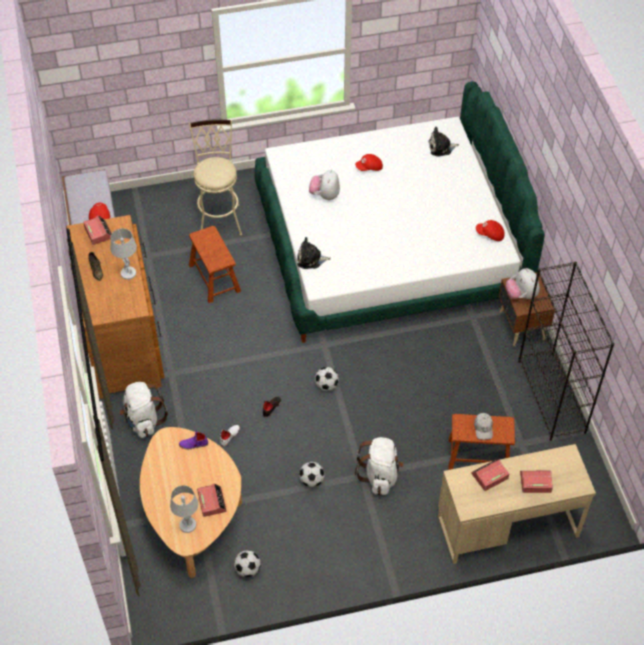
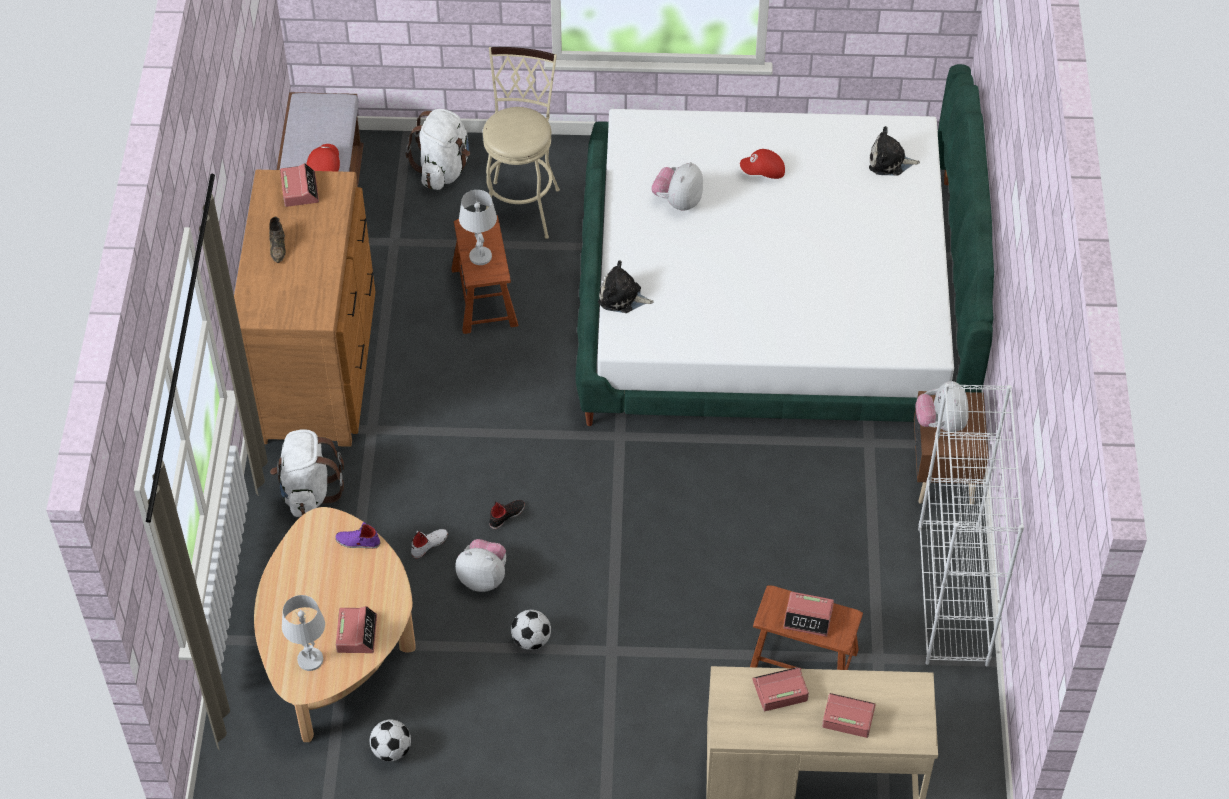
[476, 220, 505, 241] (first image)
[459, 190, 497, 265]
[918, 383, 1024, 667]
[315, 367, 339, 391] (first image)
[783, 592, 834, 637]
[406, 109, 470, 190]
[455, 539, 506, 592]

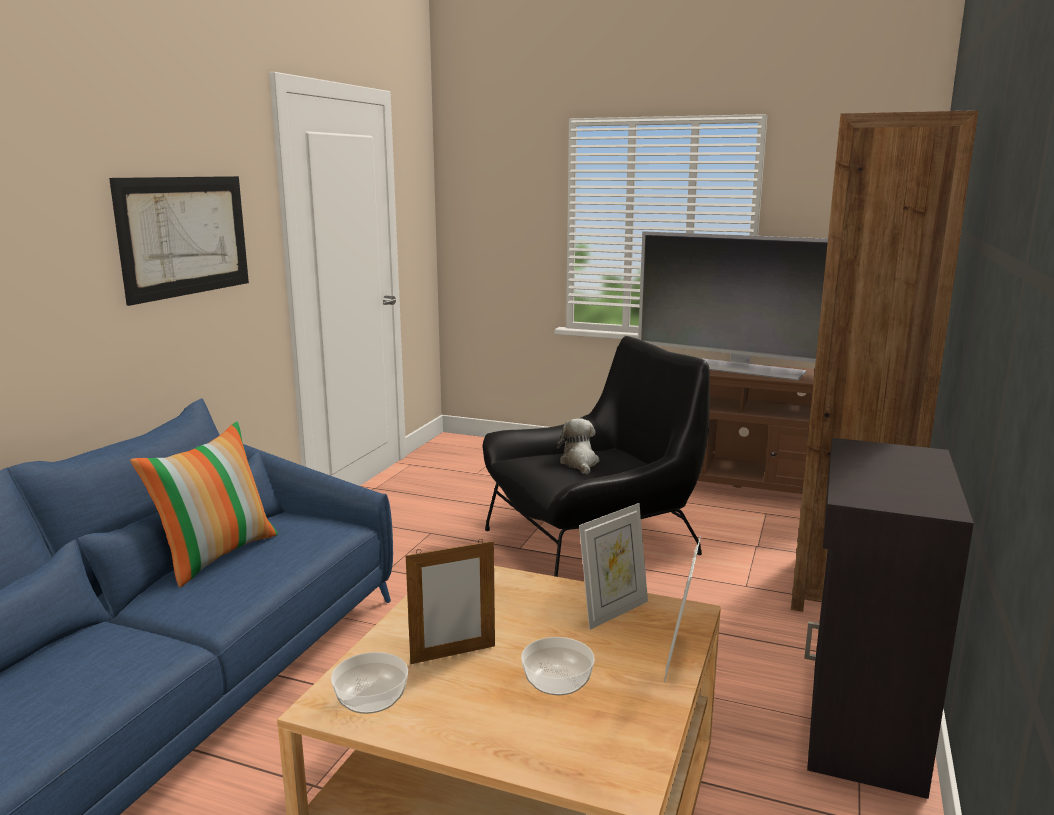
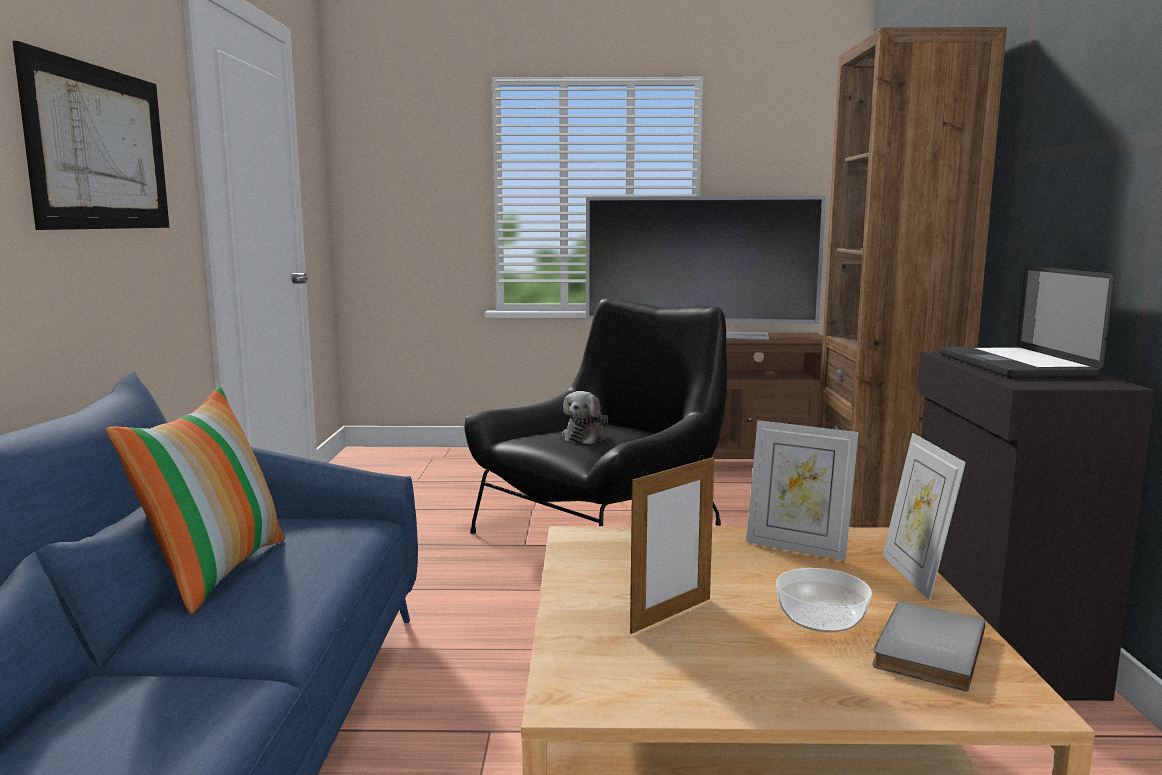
[562, 391, 608, 444]
[746, 420, 858, 561]
[331, 652, 408, 714] (first image)
[940, 266, 1114, 378]
[873, 602, 985, 692]

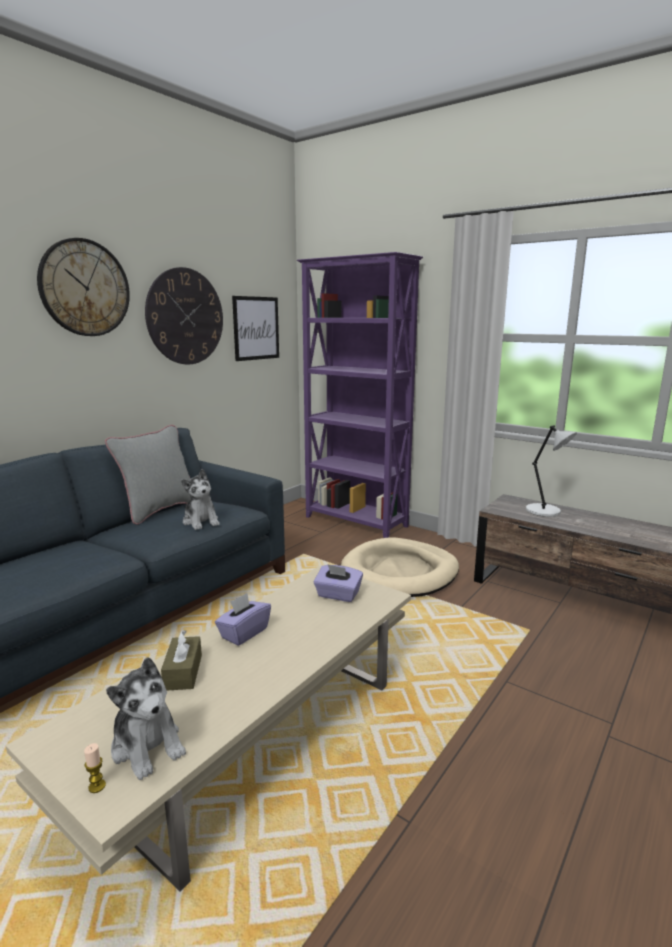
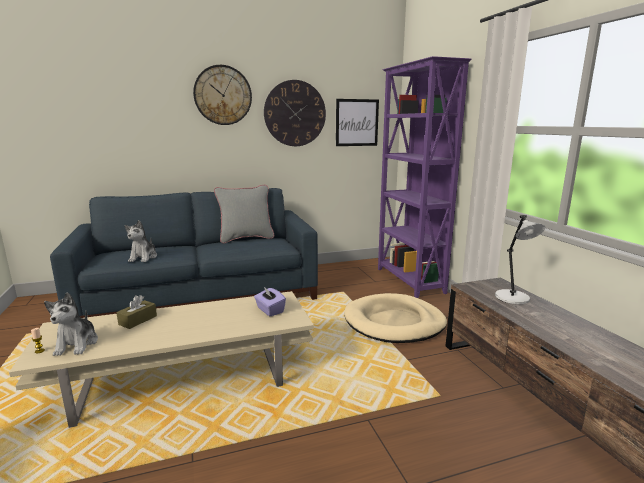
[125, 220, 157, 262]
[215, 593, 271, 646] (first image)

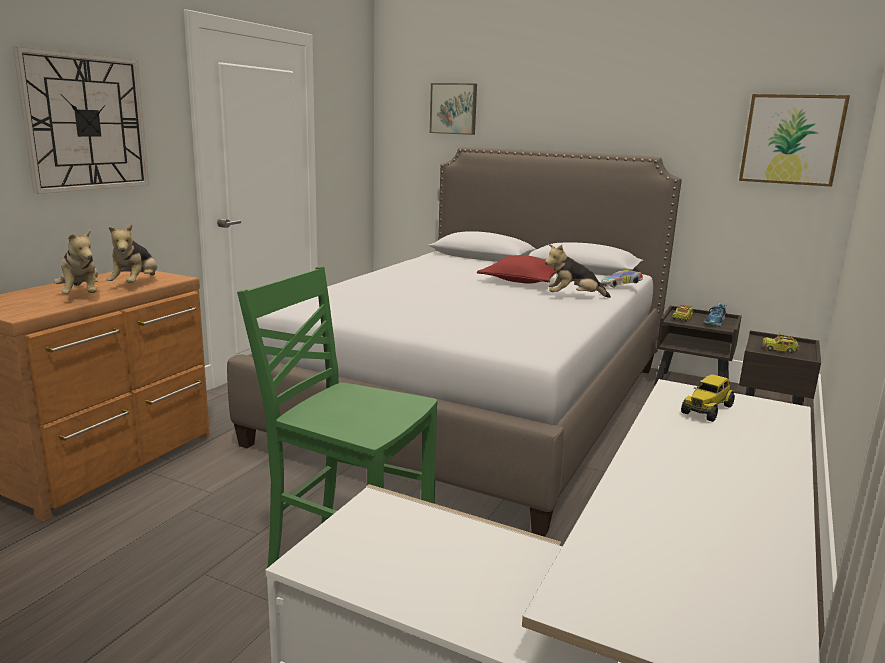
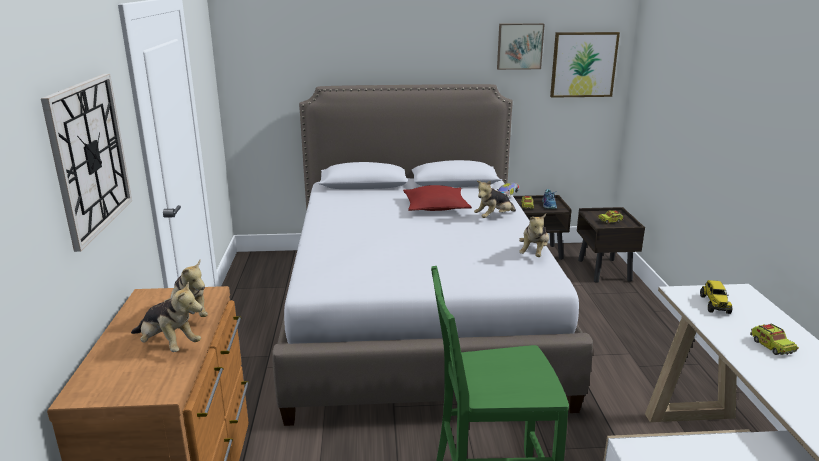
[497, 23, 545, 70]
[519, 214, 549, 257]
[750, 324, 799, 355]

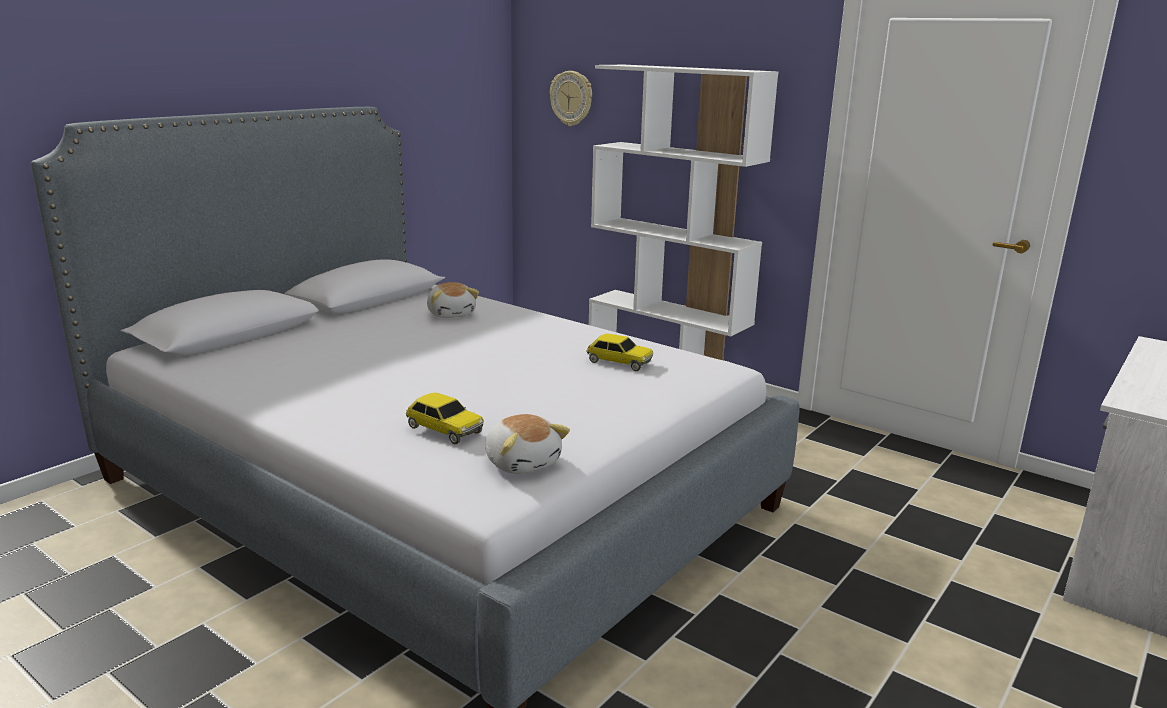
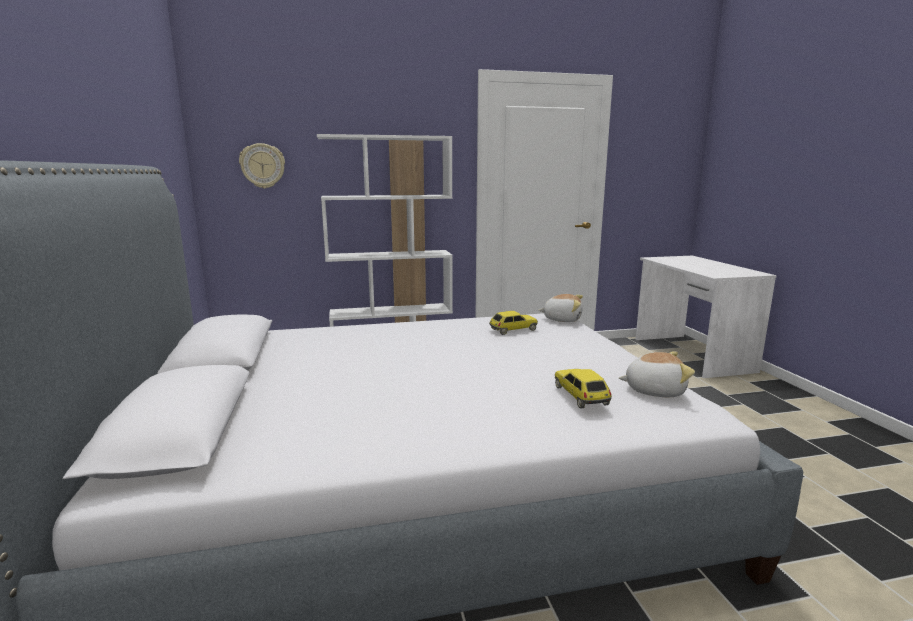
[539, 294, 583, 322]
[555, 369, 612, 409]

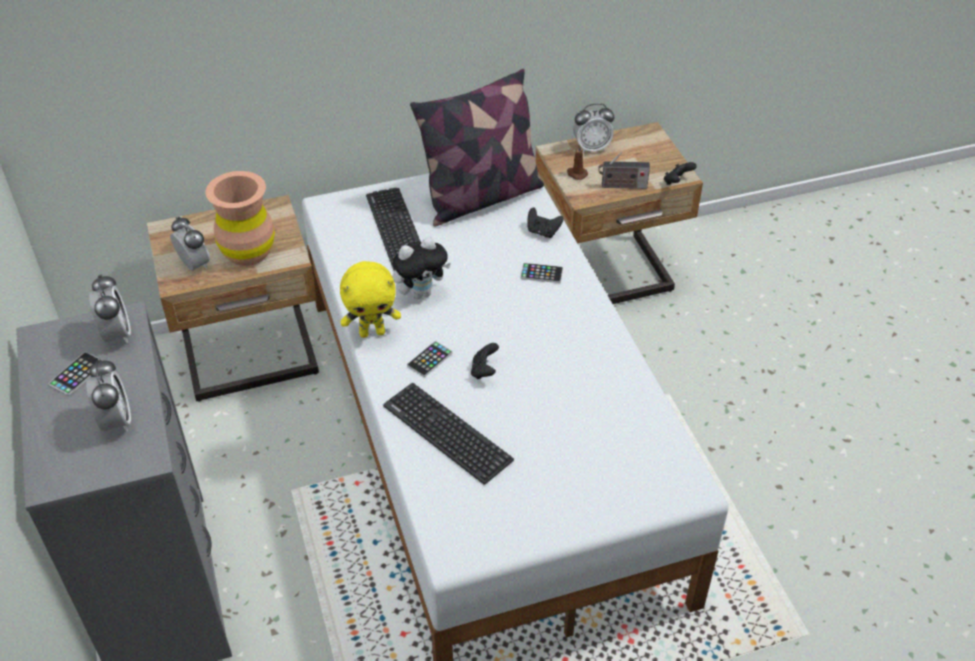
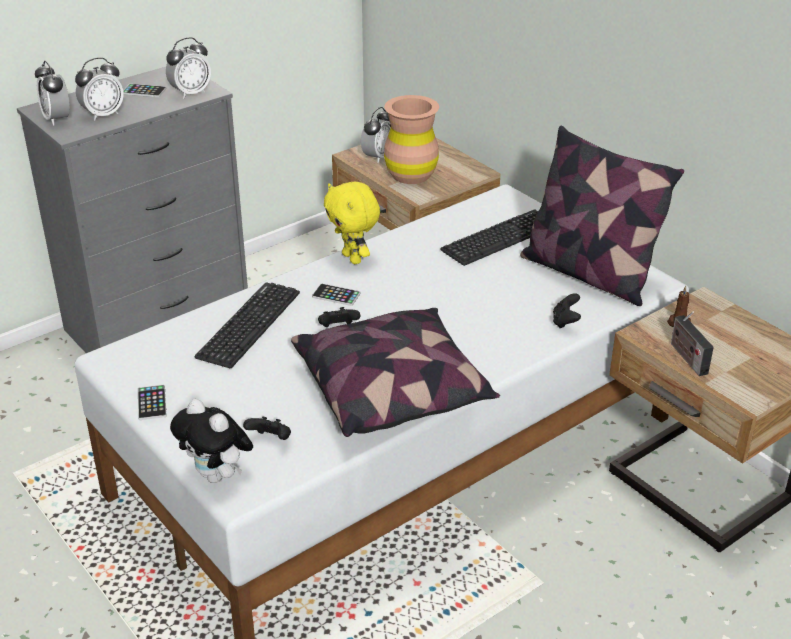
[35, 61, 70, 126]
[243, 417, 291, 440]
[170, 399, 253, 483]
[138, 385, 167, 420]
[291, 308, 500, 437]

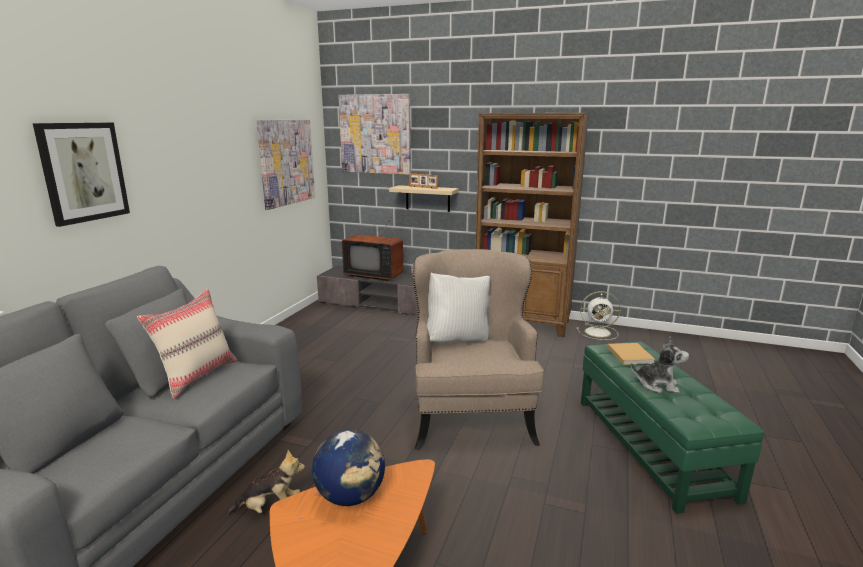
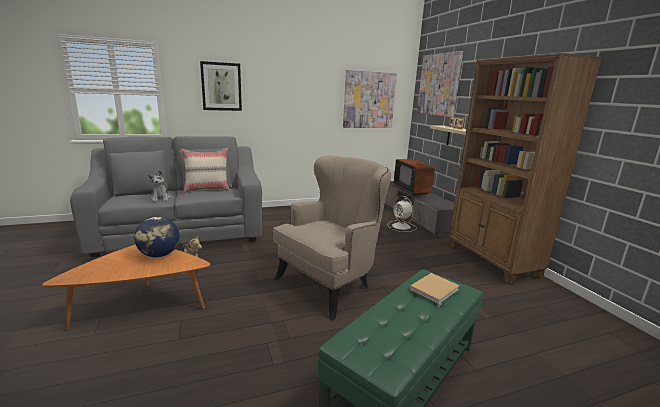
[426, 273, 490, 343] (first image)
[388, 196, 417, 232]
[147, 170, 171, 202]

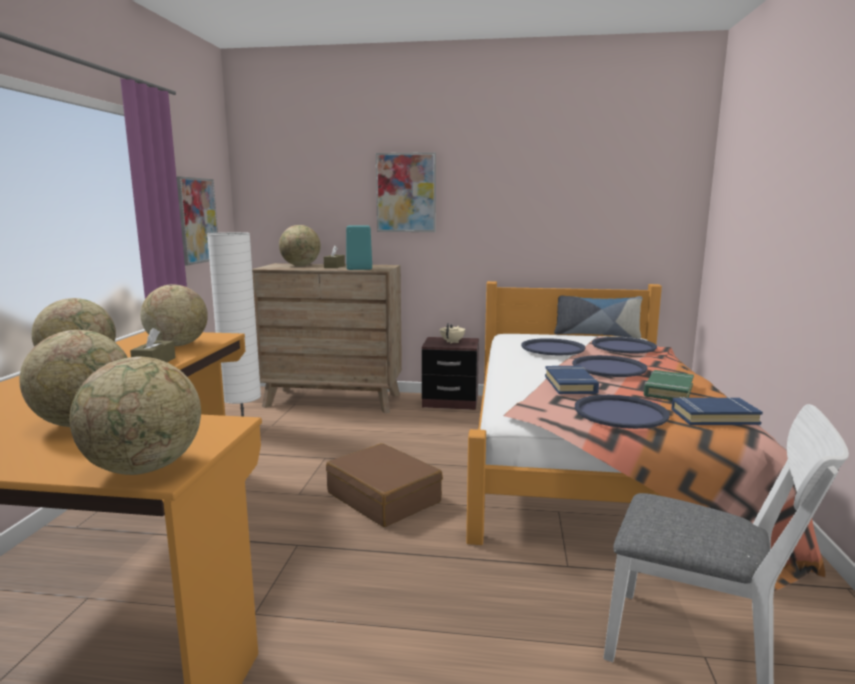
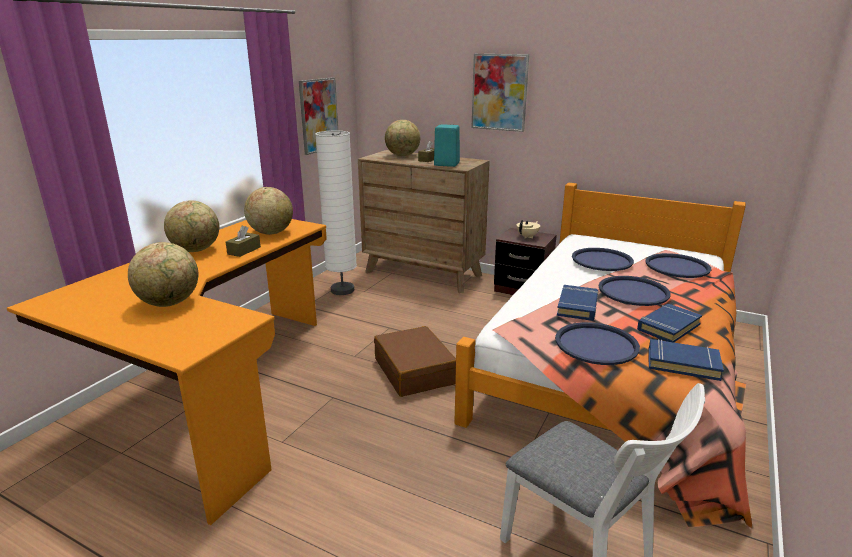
[554, 295, 643, 339] (first image)
[69, 357, 201, 475] (first image)
[637, 304, 702, 342]

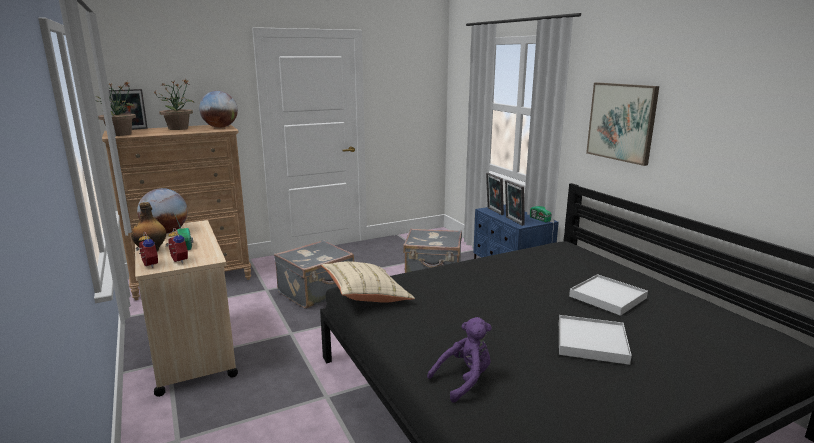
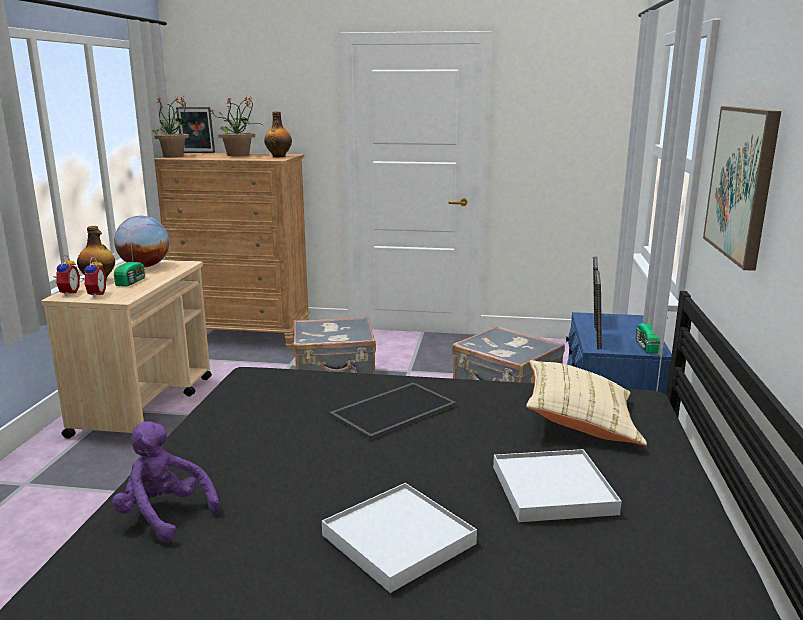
[264, 111, 292, 157]
[526, 360, 647, 446]
[112, 421, 220, 543]
[329, 382, 456, 440]

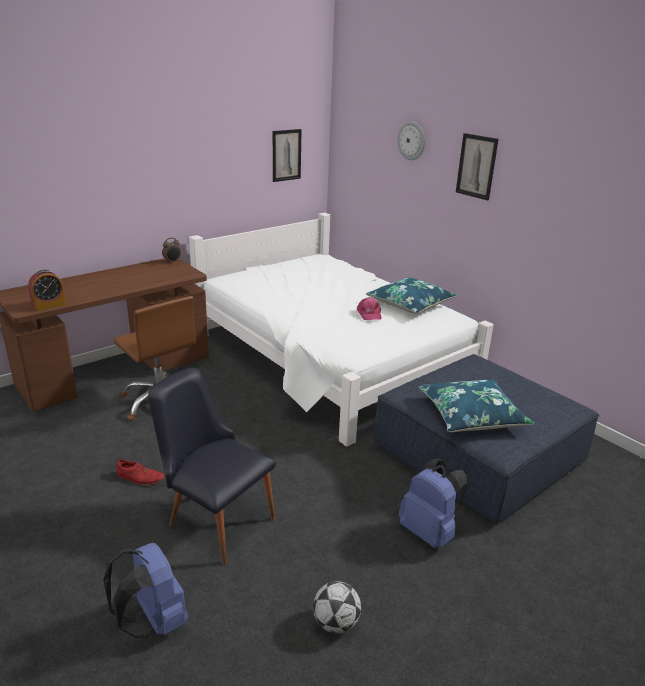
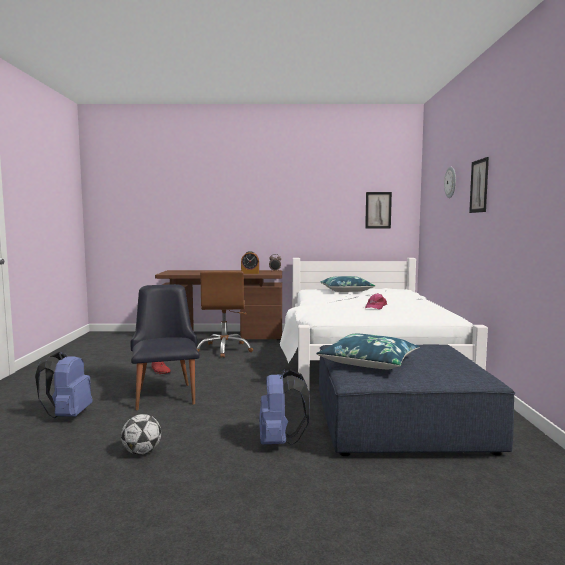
[241, 251, 259, 274]
[320, 276, 375, 292]

